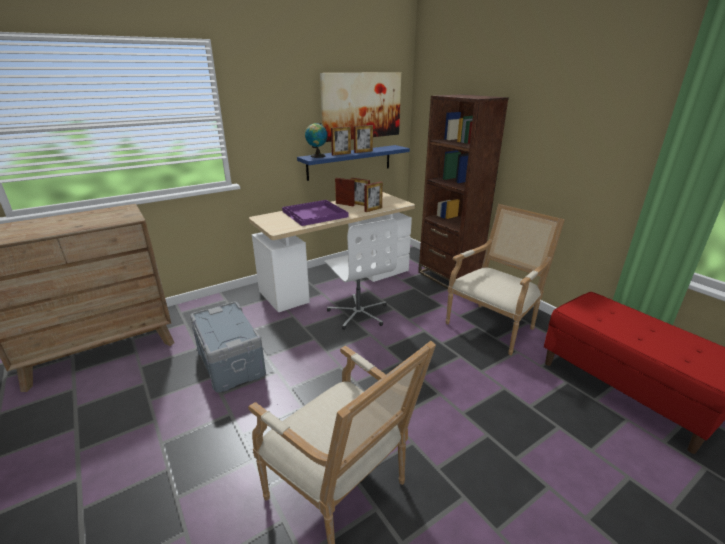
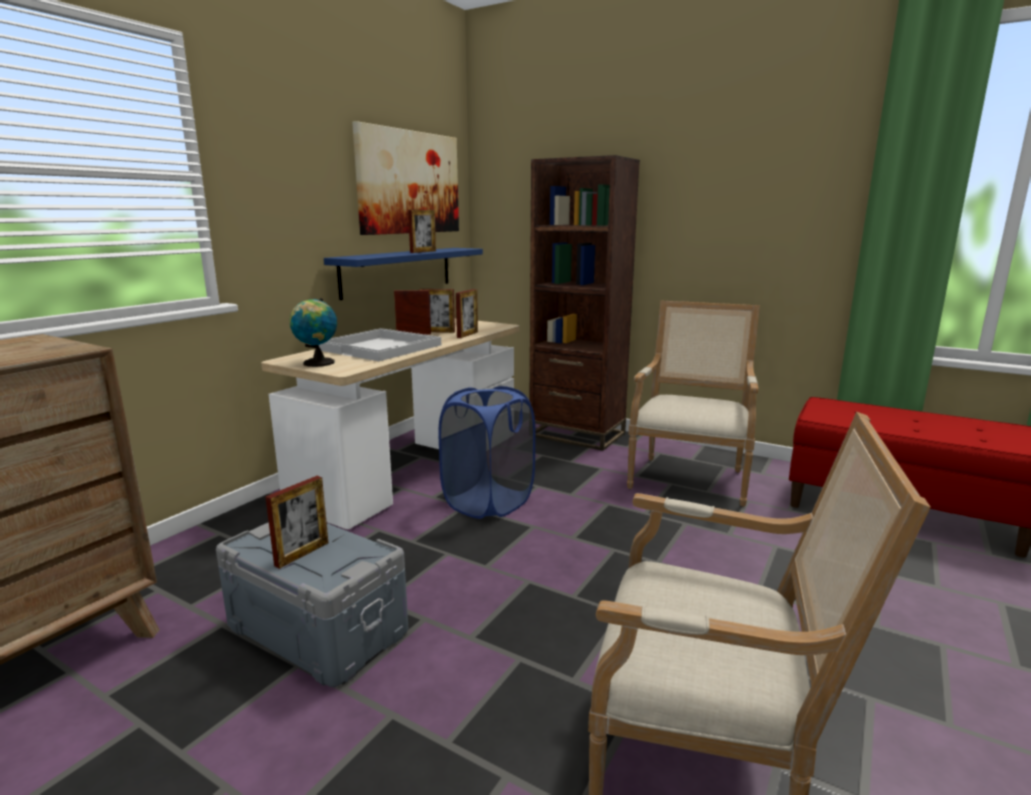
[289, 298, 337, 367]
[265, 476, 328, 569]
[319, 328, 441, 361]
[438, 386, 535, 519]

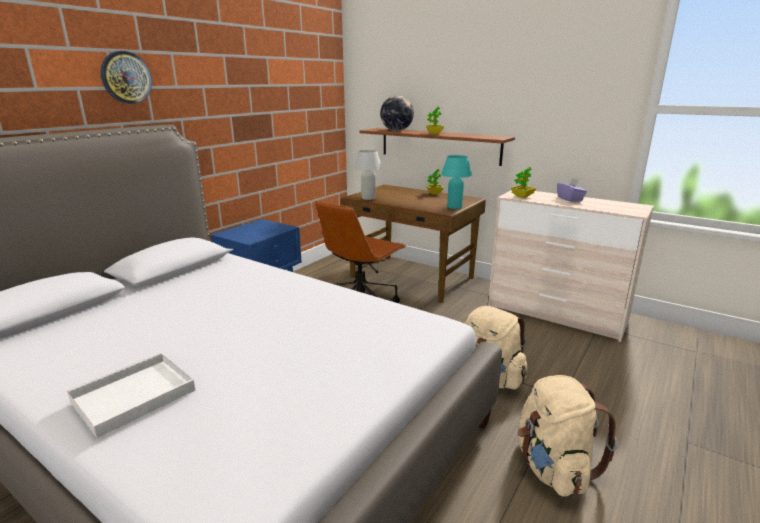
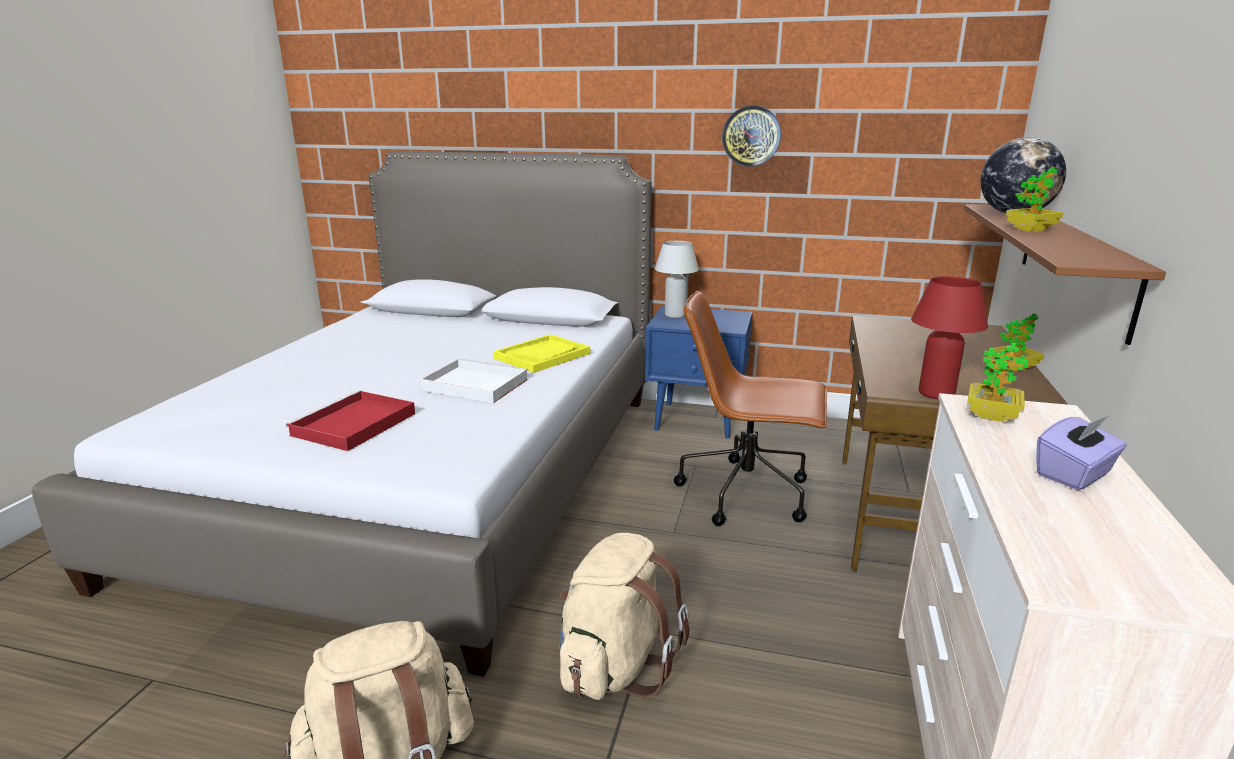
[722, 105, 781, 167]
[655, 241, 699, 318]
[911, 276, 988, 400]
[421, 359, 528, 403]
[493, 334, 590, 373]
[286, 390, 415, 451]

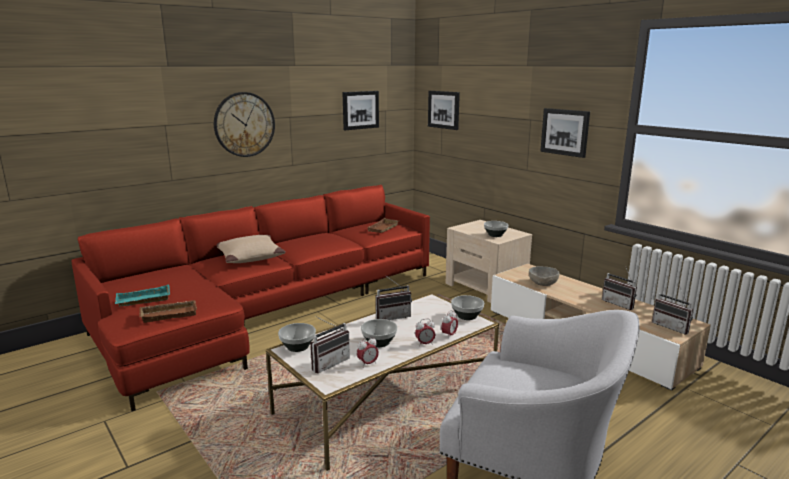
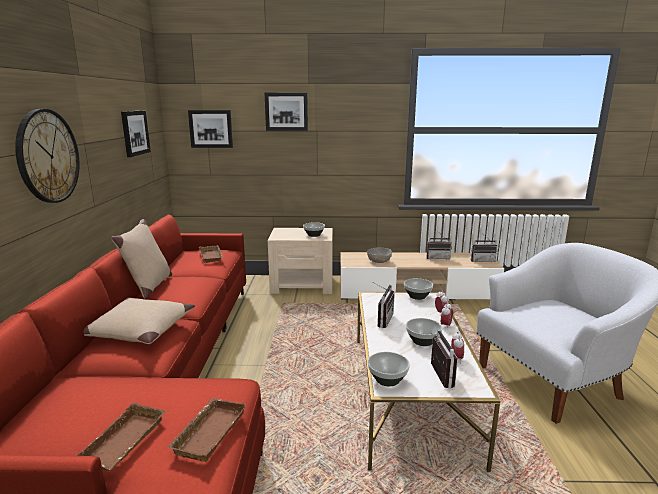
[264, 92, 308, 131]
[76, 402, 166, 471]
[111, 219, 172, 299]

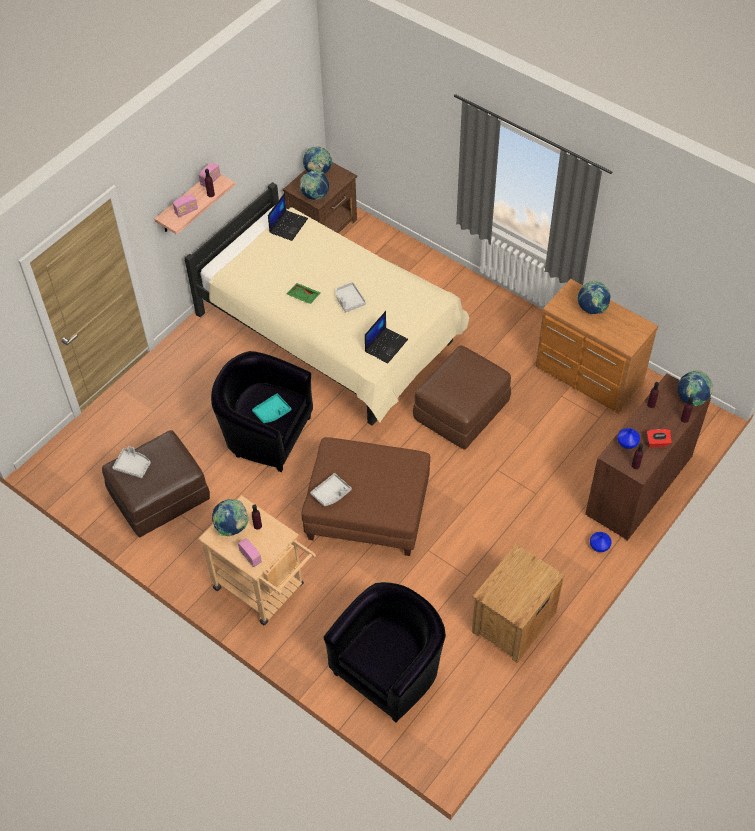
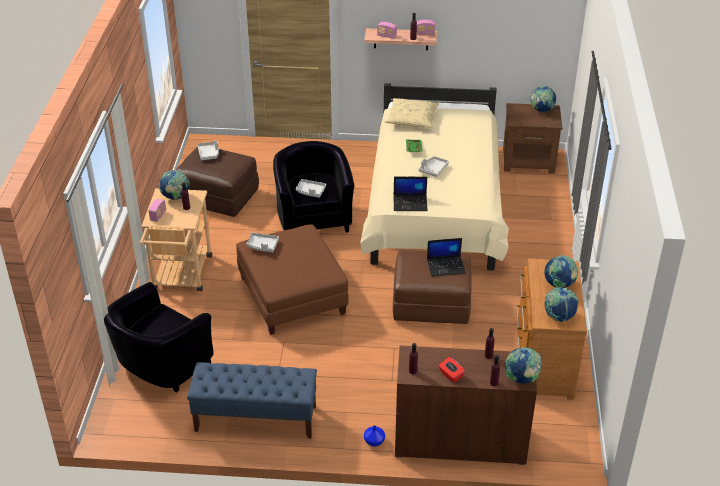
[544, 287, 579, 322]
[427, 238, 466, 277]
[296, 179, 326, 198]
[617, 428, 640, 449] (first image)
[187, 362, 317, 438]
[104, 282, 213, 393]
[385, 98, 439, 128]

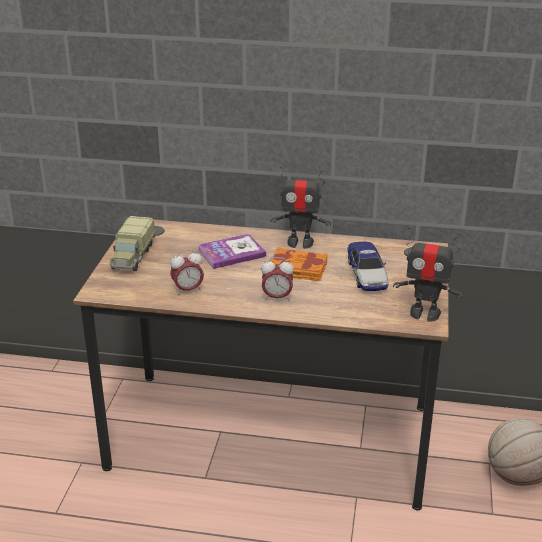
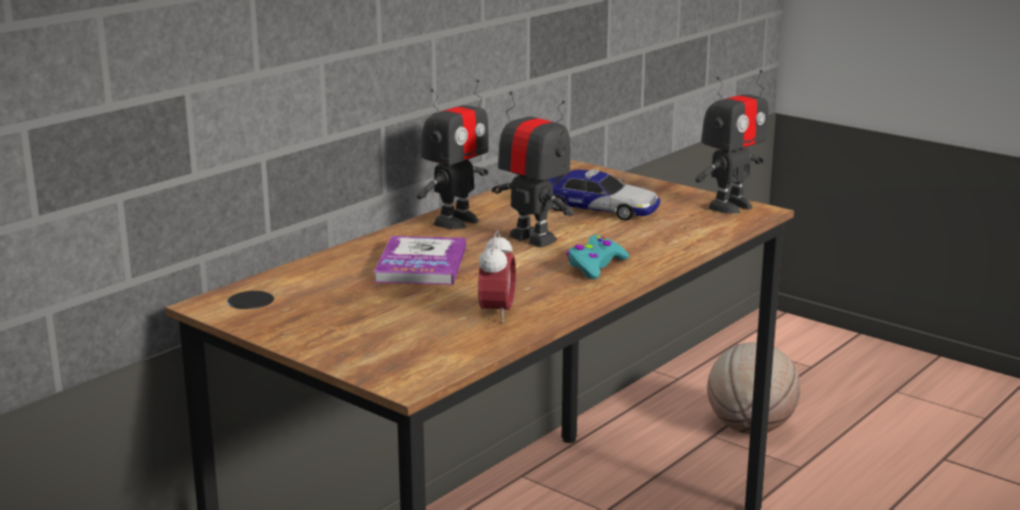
[110, 216, 156, 271] (first image)
[492, 91, 574, 247]
[566, 235, 629, 279]

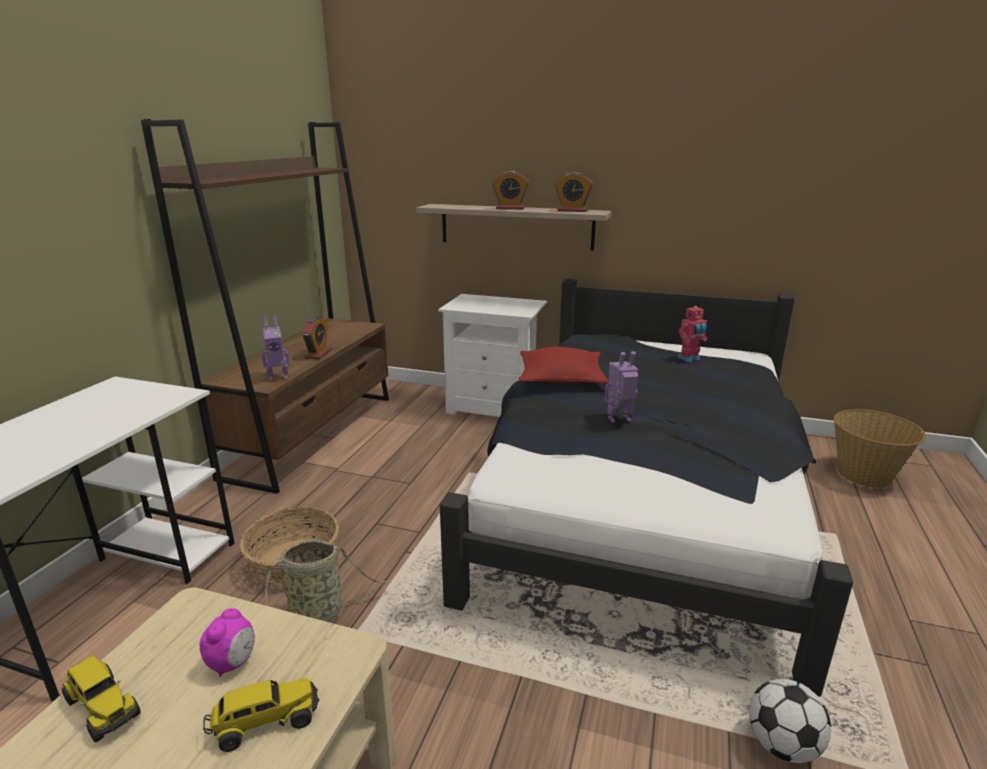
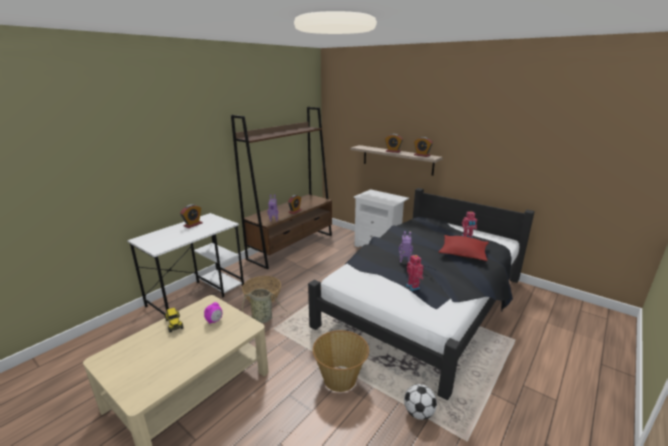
[439, 235, 489, 261]
[313, 330, 369, 392]
[203, 678, 319, 752] (first image)
[180, 204, 203, 228]
[406, 255, 424, 291]

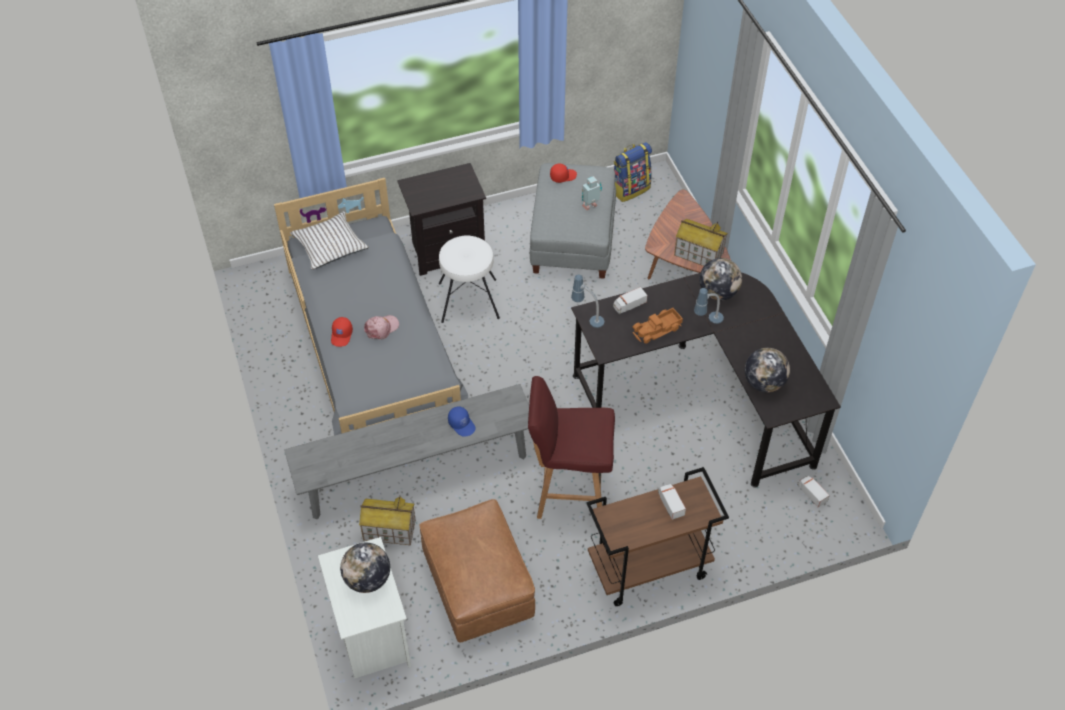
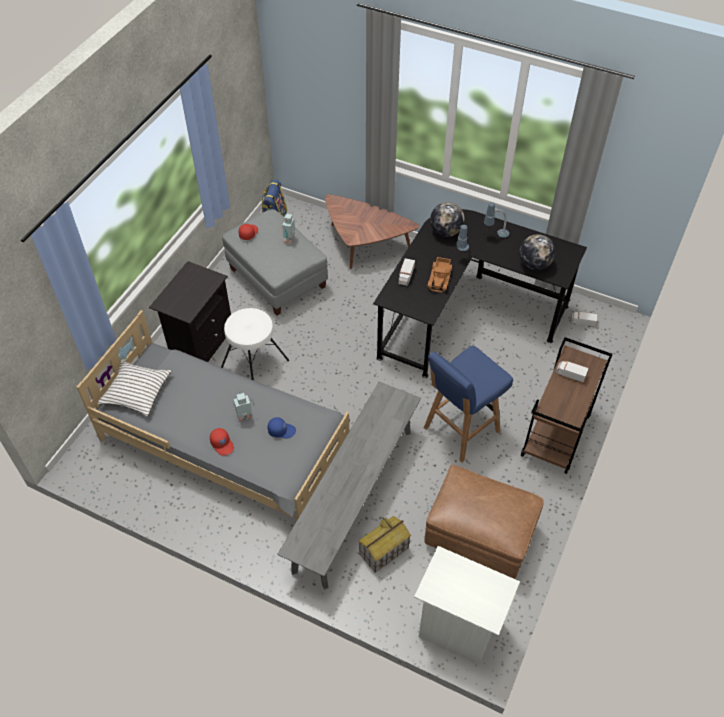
[674, 219, 728, 266] (first image)
[484, 202, 509, 238]
[232, 393, 254, 422]
[424, 345, 513, 462]
[268, 417, 296, 439]
[340, 543, 390, 593] (first image)

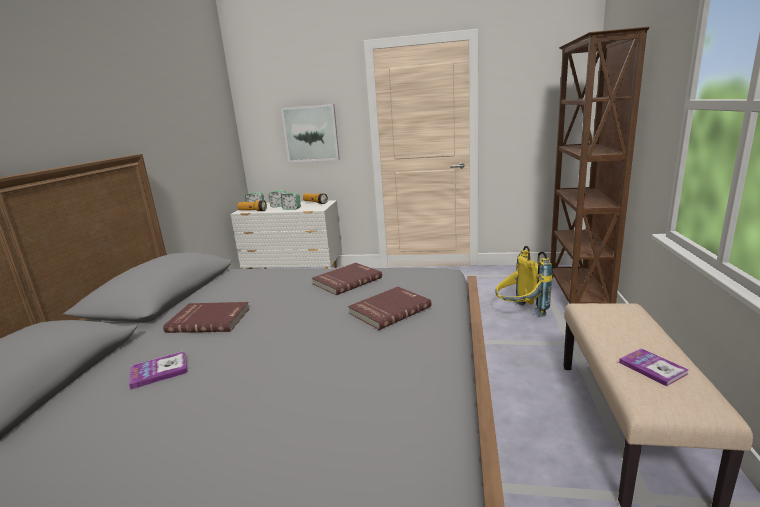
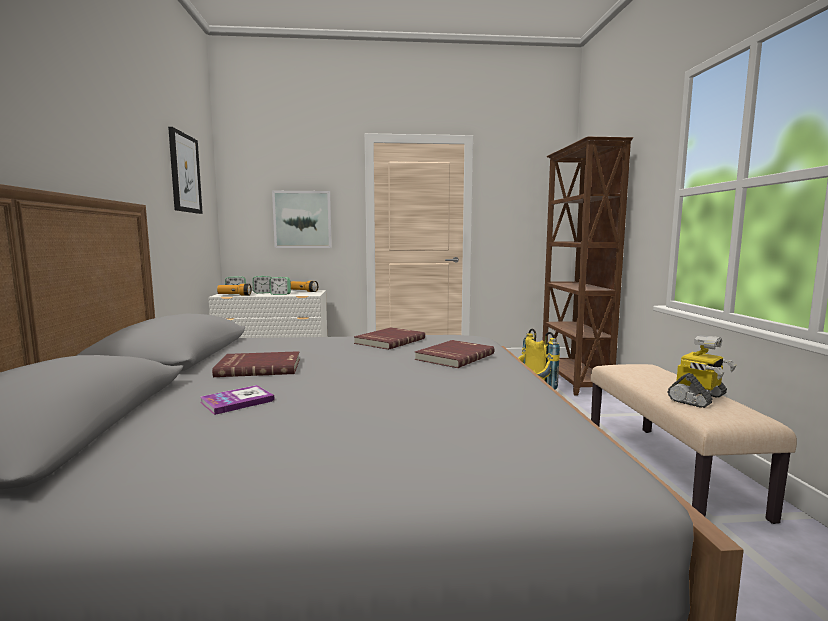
[668, 335, 737, 408]
[168, 127, 203, 214]

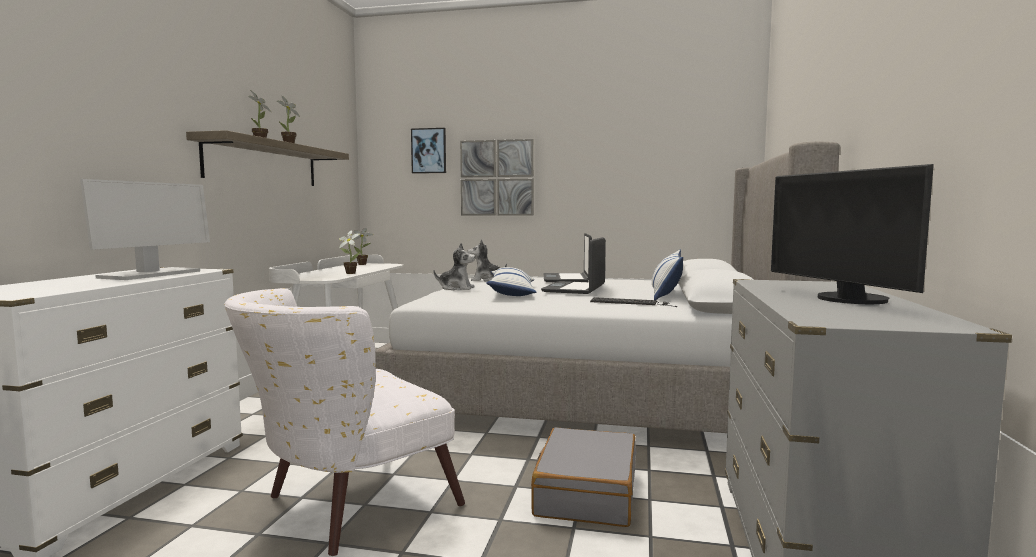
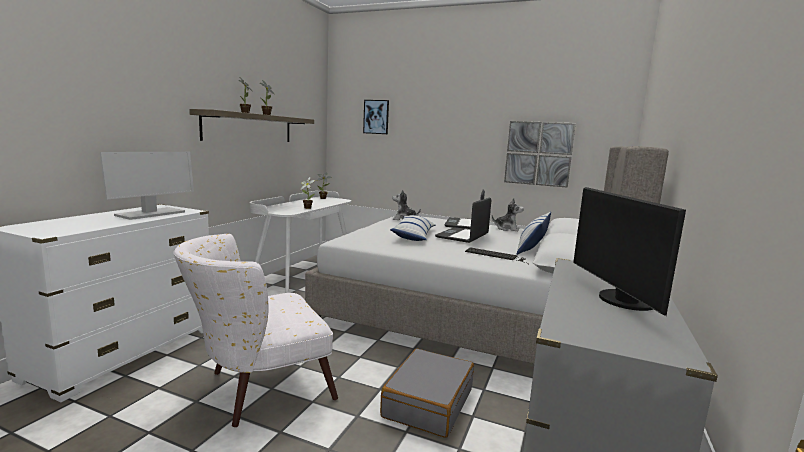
[504, 121, 576, 188]
[492, 198, 524, 232]

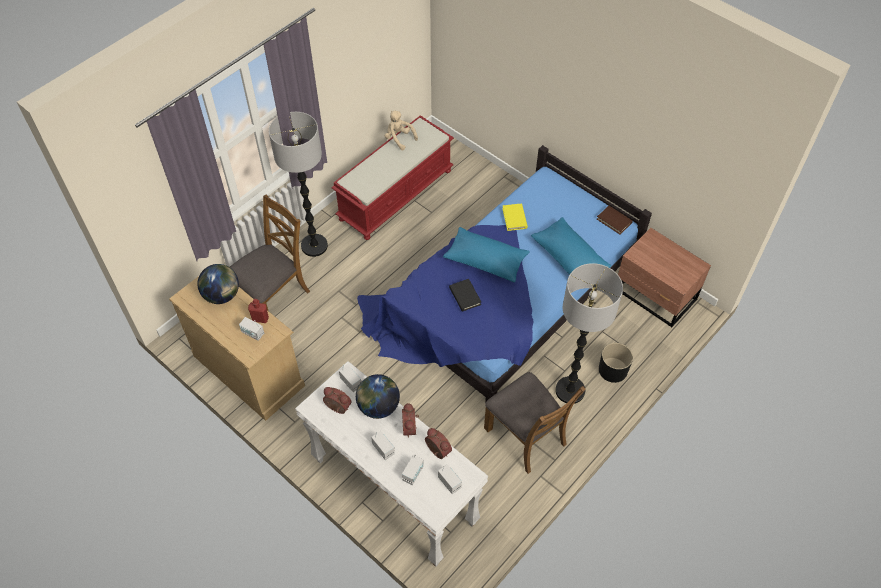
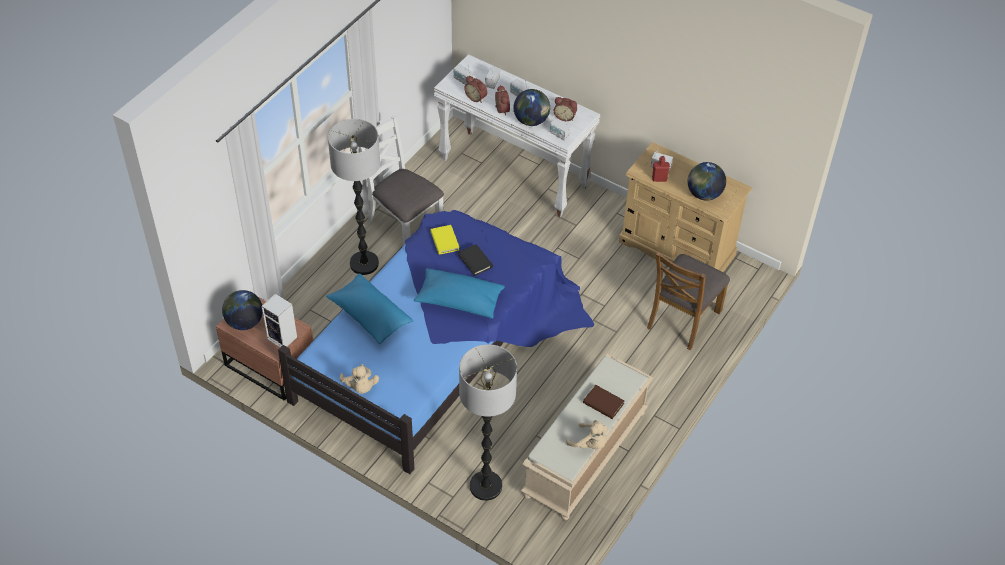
[459, 344, 517, 501]
[521, 354, 653, 520]
[430, 225, 459, 255]
[583, 385, 624, 419]
[599, 343, 633, 383] (first image)
[359, 116, 444, 246]
[222, 290, 263, 330]
[261, 294, 297, 347]
[339, 364, 379, 394]

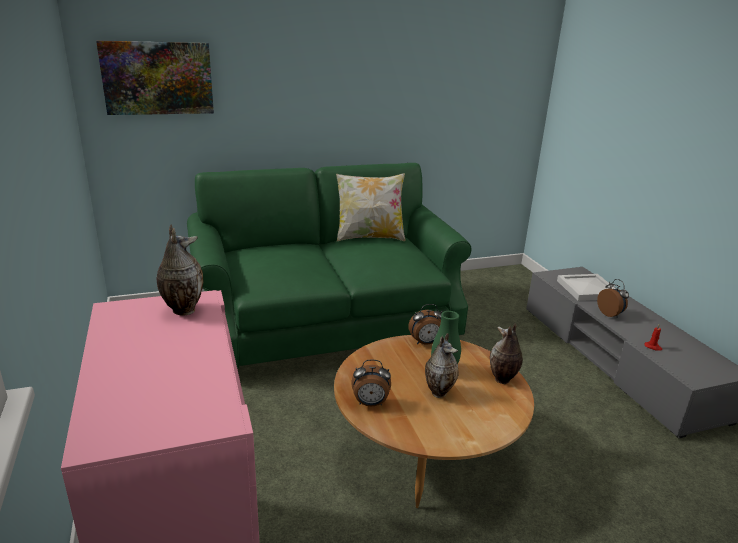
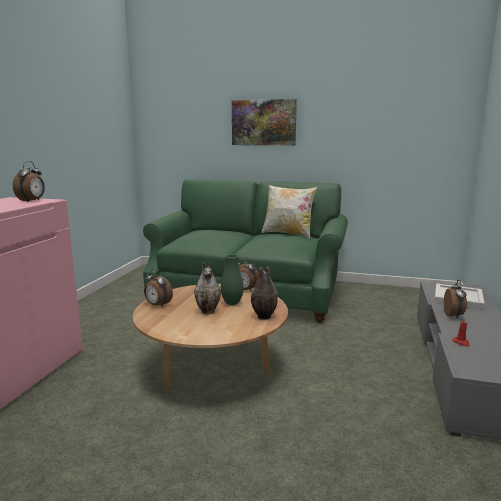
[232, 99, 297, 145]
[13, 161, 45, 203]

